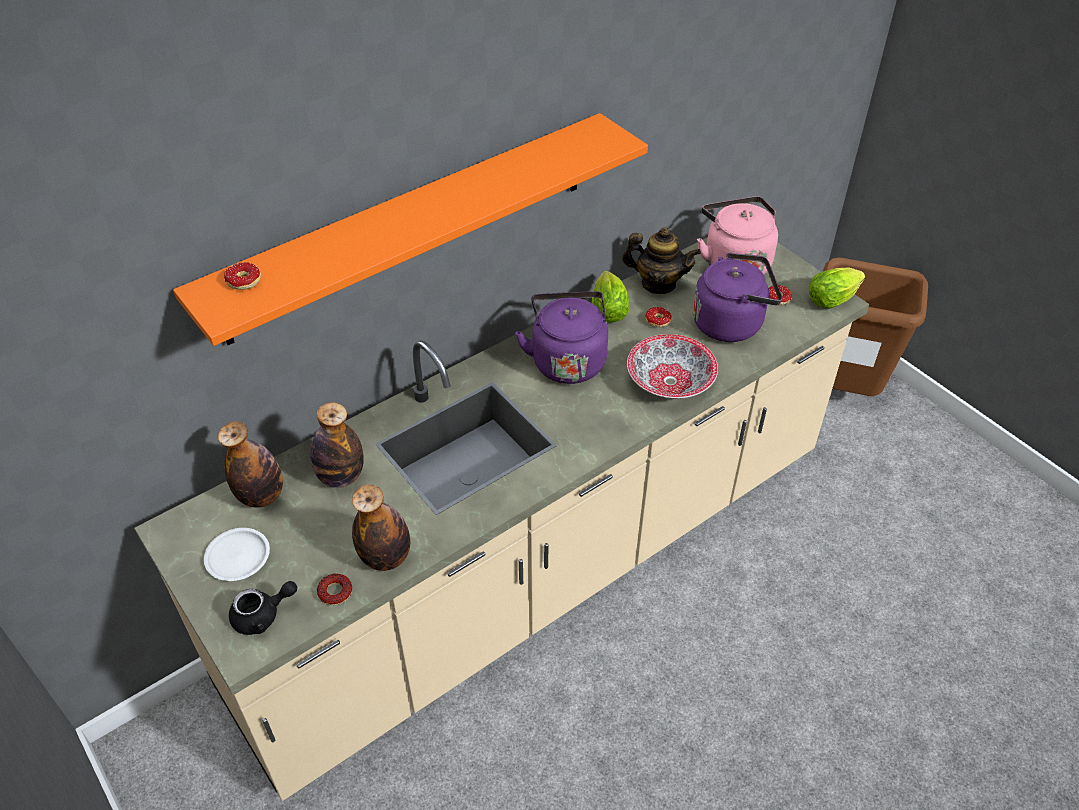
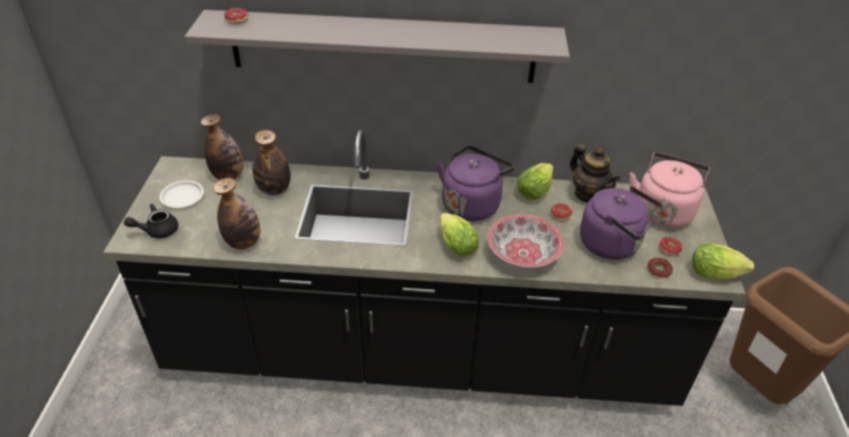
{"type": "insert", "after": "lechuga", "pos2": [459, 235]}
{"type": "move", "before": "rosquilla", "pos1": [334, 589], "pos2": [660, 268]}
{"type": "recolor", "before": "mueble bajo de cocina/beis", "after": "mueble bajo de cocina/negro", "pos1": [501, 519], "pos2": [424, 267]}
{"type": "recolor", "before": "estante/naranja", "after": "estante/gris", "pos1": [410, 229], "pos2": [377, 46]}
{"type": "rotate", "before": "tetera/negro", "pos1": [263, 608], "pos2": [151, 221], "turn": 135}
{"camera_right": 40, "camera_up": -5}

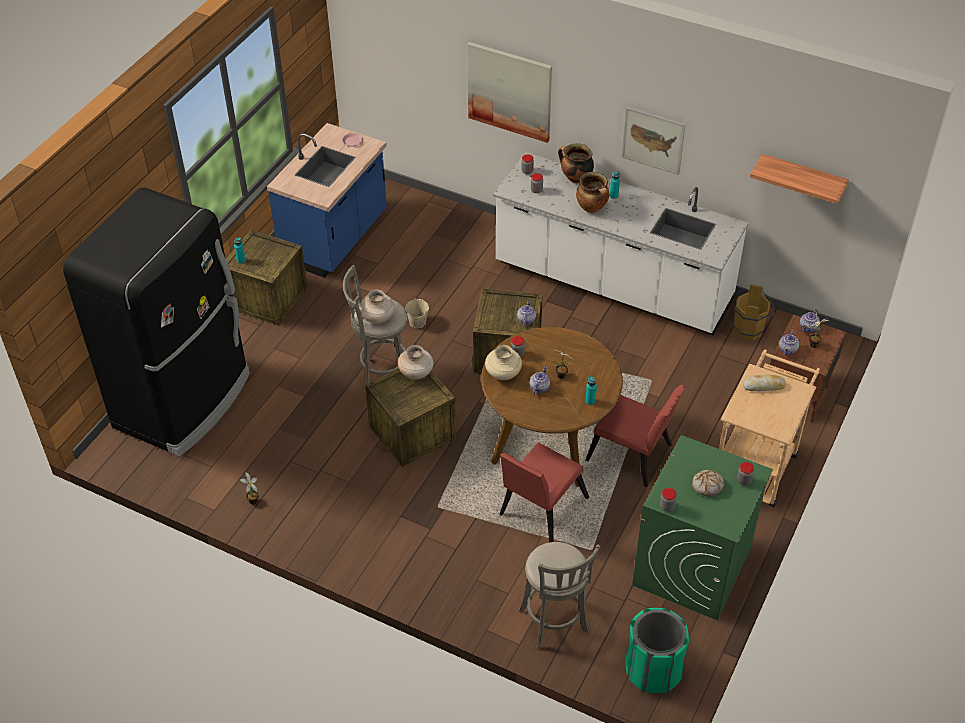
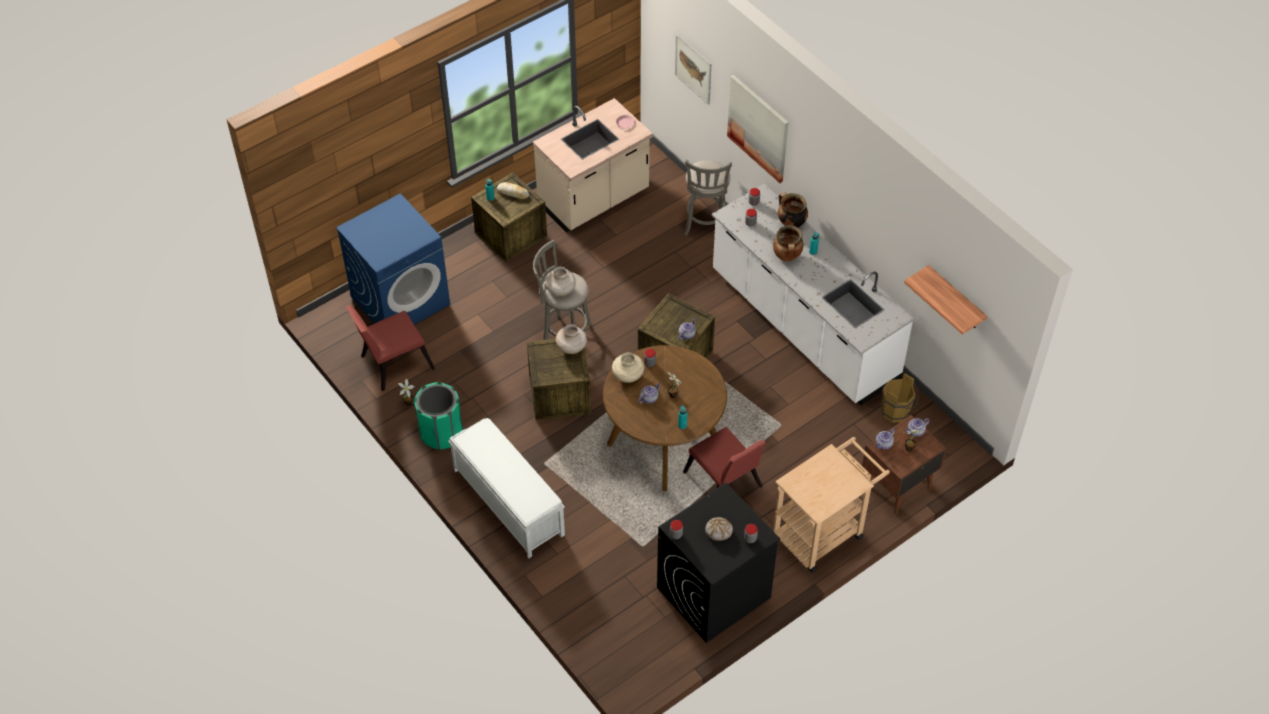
{"type": "delete", "before": "cubo/beis", "pos1": [417, 313]}
{"type": "insert", "after": "banco/blanco", "pos2": [506, 488]}
{"type": "move", "before": "silla/rojo", "pos1": [544, 492], "pos2": [390, 348]}
{"type": "move", "before": "taburete/gris", "pos1": [559, 596], "pos2": [708, 197]}
{"type": "move", "before": "cuadro", "pos1": [653, 141], "pos2": [693, 69]}
{"type": "move", "before": "papelera/verde", "pos1": [657, 650], "pos2": [438, 416]}
{"type": "move", "before": "pan", "pos1": [764, 382], "pos2": [513, 190]}
{"type": "replace", "before": "nevera/negro", "after": "lavadora/azul", "pos1": [156, 322], "pos2": [393, 259]}
{"type": "recolor", "before": "mueble bajo de cocina/azul", "after": "mueble bajo de cocina/beis", "pos1": [327, 200], "pos2": [593, 165]}
{"type": "recolor", "before": "lavadora/verde", "after": "lavadora/negro", "pos1": [702, 528], "pos2": [718, 563]}
{"camera_right": 25, "camera_up": 5}

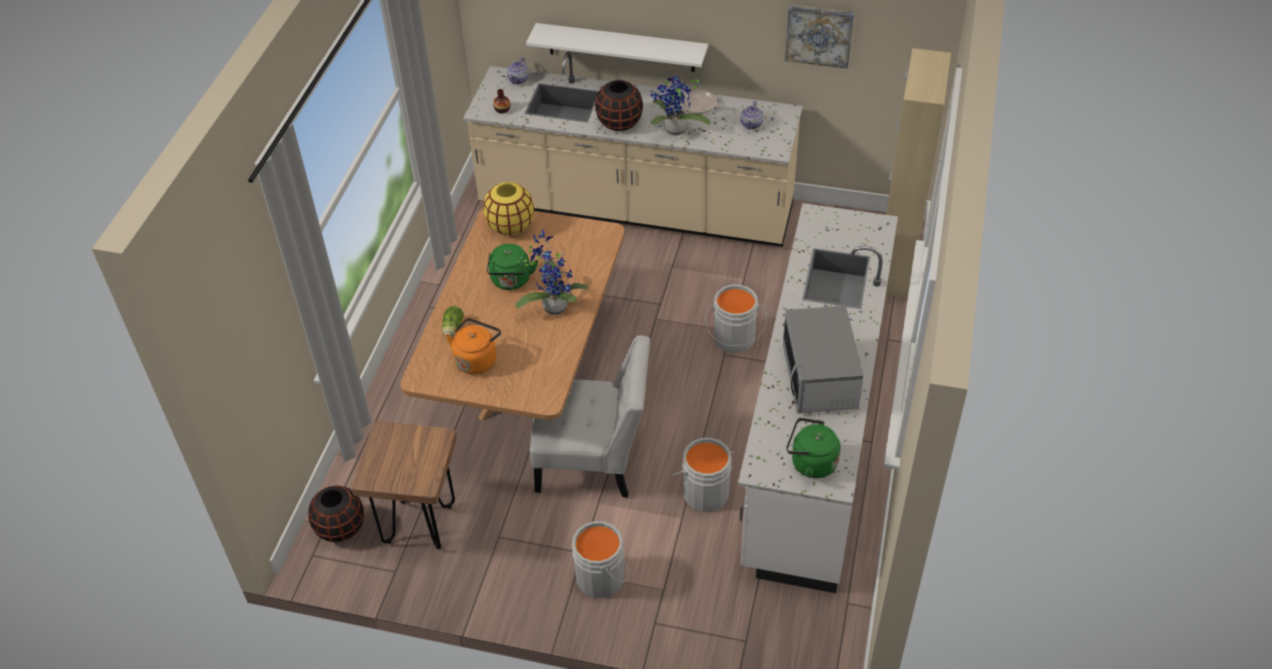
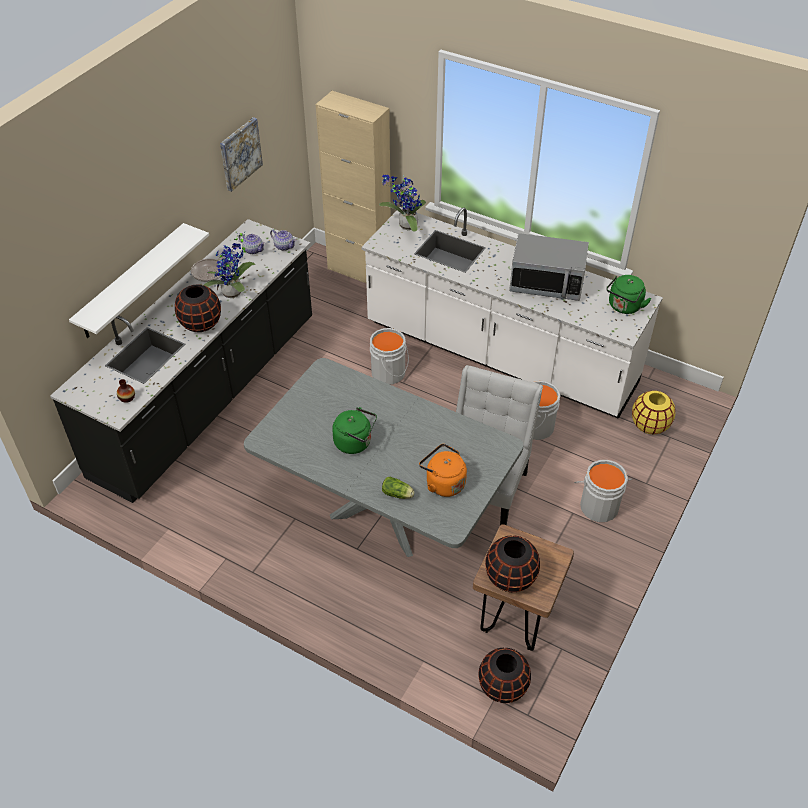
{"type": "insert", "after": "florero/negro", "pos2": [512, 563]}
{"type": "move", "before": "florero/amarillo", "pos1": [508, 208], "pos2": [653, 412]}
{"type": "move", "before": "tetera", "pos1": [518, 70], "pos2": [283, 240]}
{"type": "move", "before": "planta en maceta", "pos1": [551, 272], "pos2": [402, 203]}
{"type": "recolor", "before": "mesa de comedor/marrón", "after": "mesa de comedor/gris", "pos1": [512, 314], "pos2": [383, 457]}
{"type": "recolor", "before": "mueble bajo de cocina/beis", "after": "mueble bajo de cocina/negro", "pos1": [633, 149], "pos2": [181, 361]}
{"camera_right": -75, "camera_up": 0}

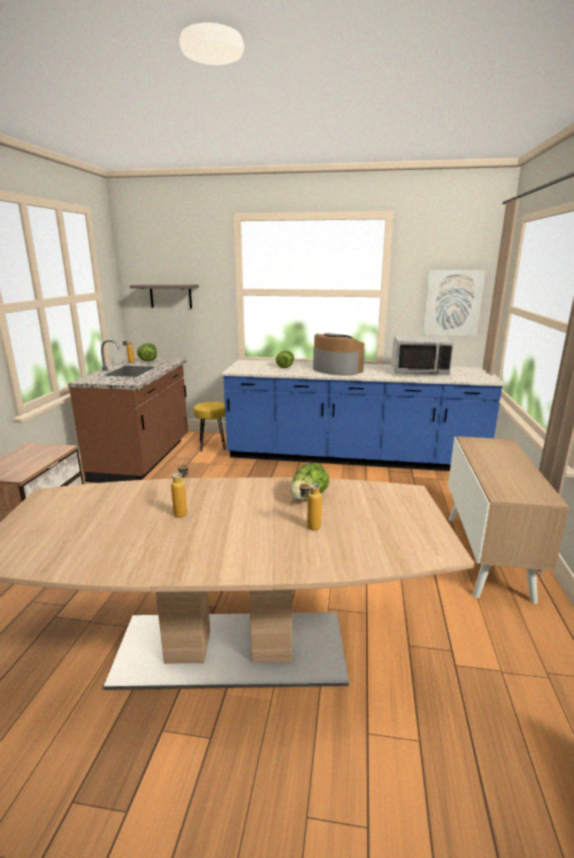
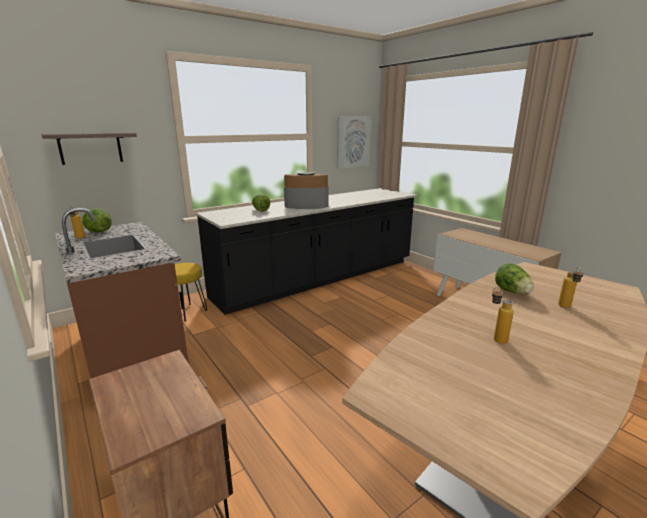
{"type": "delete", "before": "microondas/gris", "pos1": [422, 355]}
{"type": "recolor", "before": "mueble bajo de cocina/azul", "after": "mueble bajo de cocina/negro", "pos1": [363, 415], "pos2": [306, 251]}
{"camera_right": -45, "camera_up": 0}

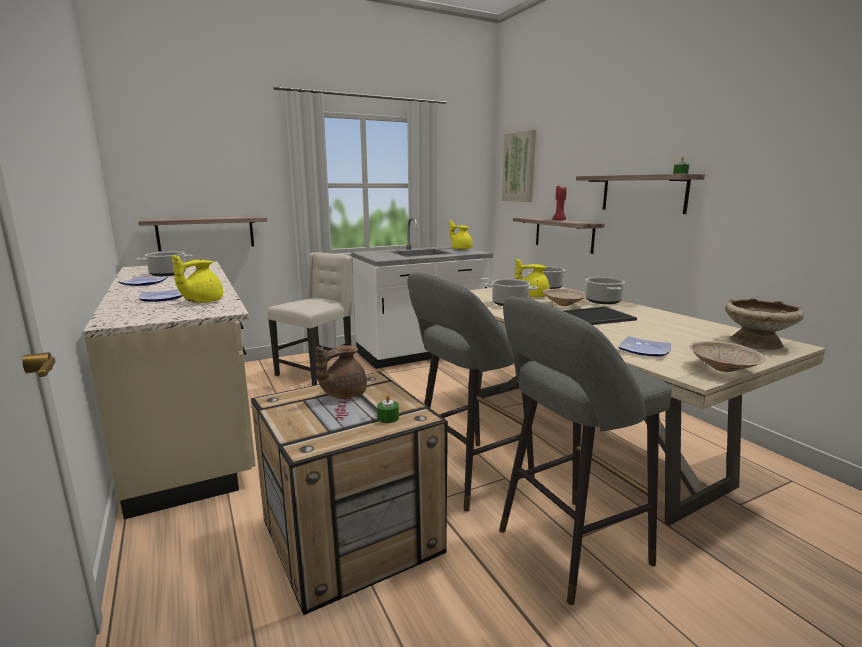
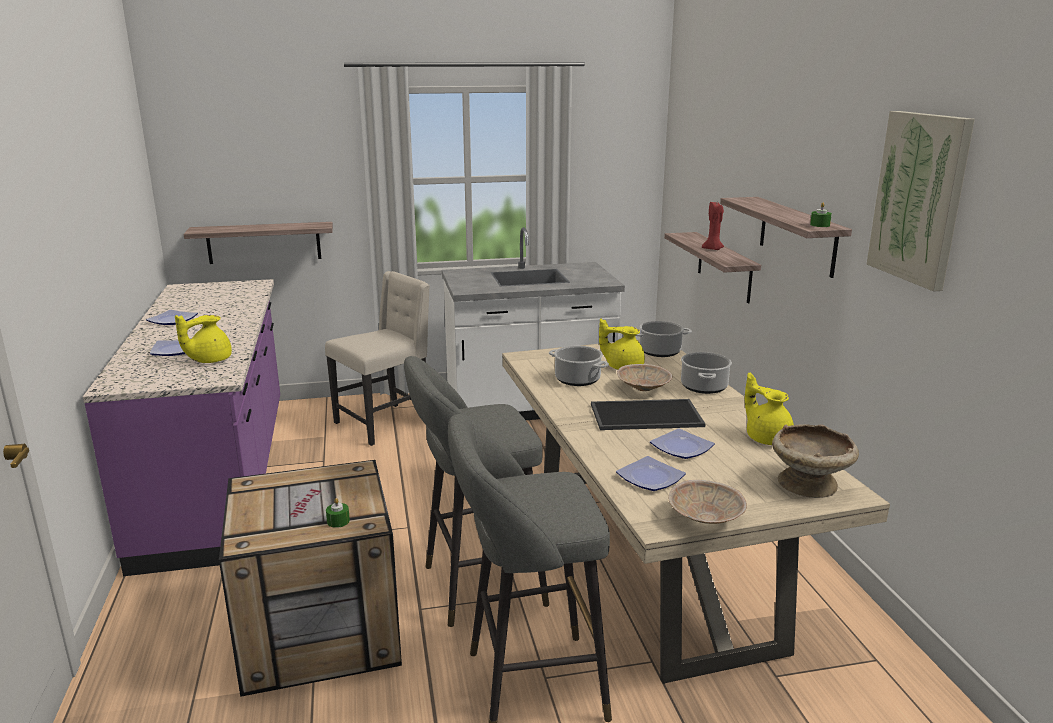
{"type": "delete", "before": "olla", "pos1": [164, 263]}
{"type": "delete", "before": "tetera/marrón", "pos1": [341, 372]}
{"type": "insert", "after": "plato", "pos2": [682, 443]}
{"type": "move", "before": "tetera/amarillo", "pos1": [461, 235], "pos2": [769, 409]}
{"type": "move", "before": "cuadro", "pos1": [519, 166], "pos2": [920, 201]}
{"type": "recolor", "before": "mueble bajo de cocina/beis", "after": "mueble bajo de cocina/morado", "pos1": [169, 390], "pos2": [181, 427]}
{"camera_right": 15, "camera_up": 5}

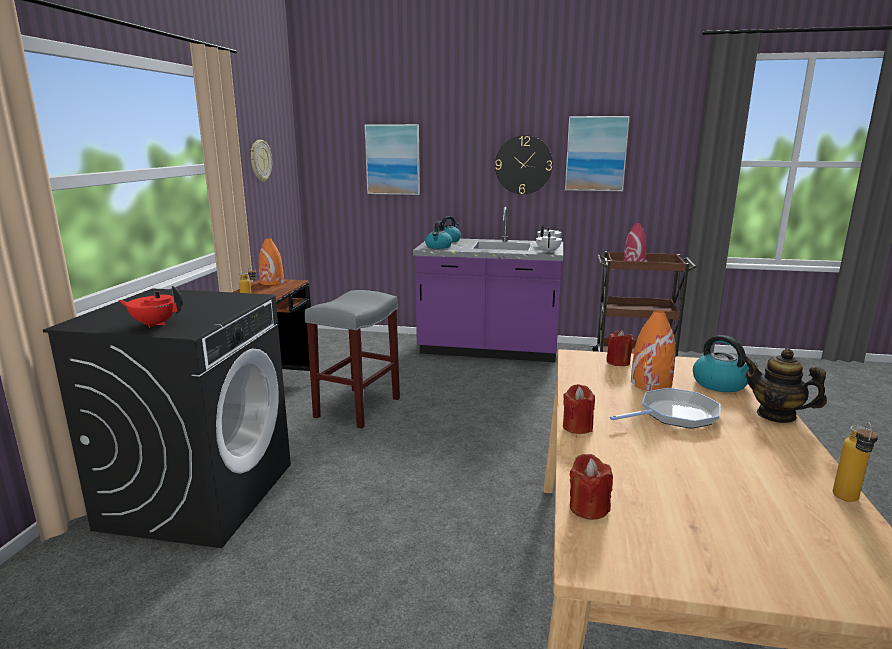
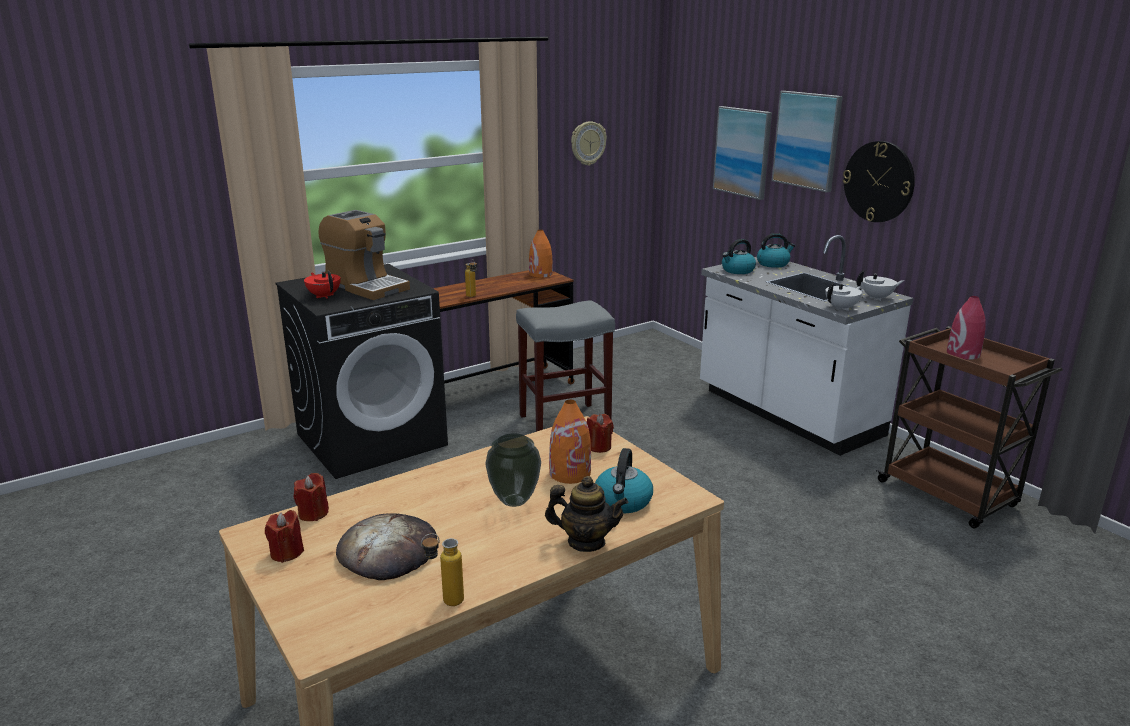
{"type": "insert", "after": "cafetera", "pos2": [364, 255]}
{"type": "insert", "after": "pan", "pos2": [386, 546]}
{"type": "move", "before": "vela/rojo", "pos1": [579, 409], "pos2": [284, 536]}
{"type": "move", "before": "cuadro", "pos1": [597, 153], "pos2": [807, 141]}
{"type": "replace", "before": "sartén", "after": "florero", "pos1": [665, 408], "pos2": [513, 470]}
{"type": "recolor", "before": "mueble bajo de cocina/morado", "after": "mueble bajo de cocina/blanco", "pos1": [488, 284], "pos2": [807, 345]}
{"type": "rotate", "before": "tetera", "pos1": [785, 386], "pos2": [586, 514], "turn": 105}
{"camera_right": 45, "camera_up": 5}

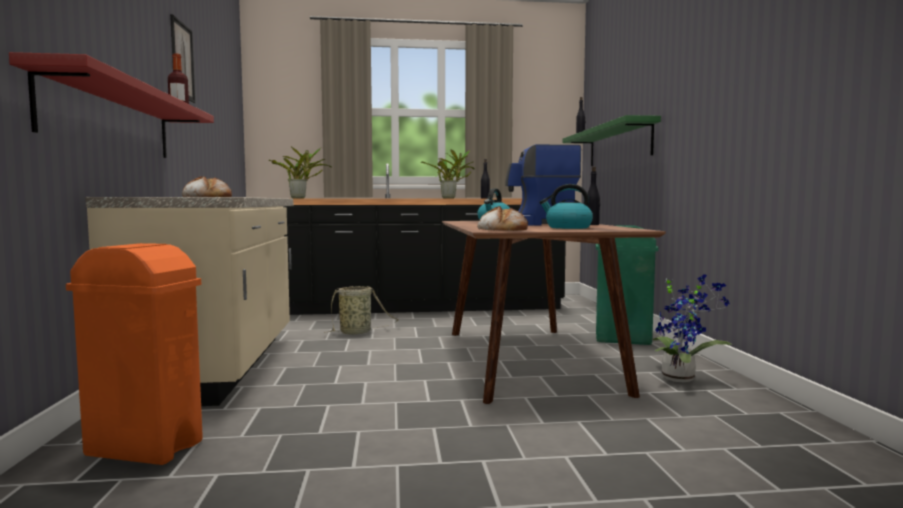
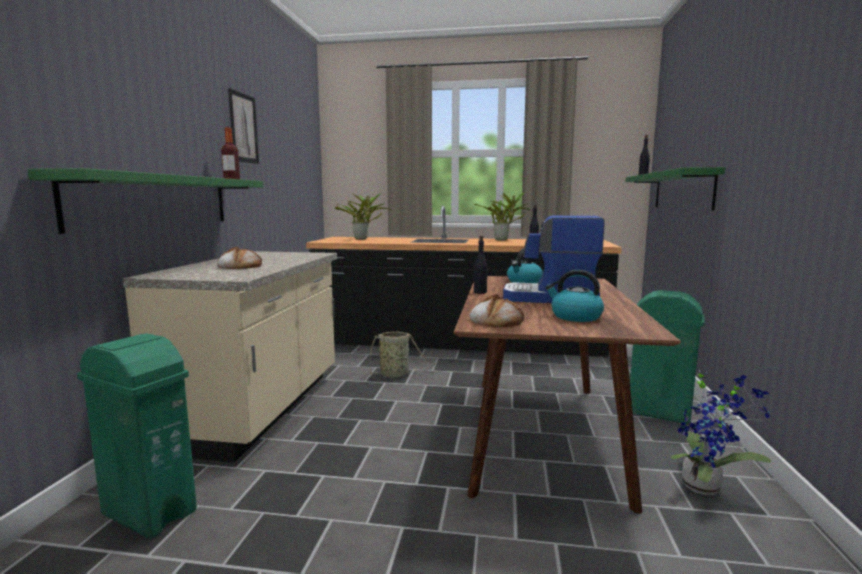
{"type": "move", "before": "botella/negro", "pos1": [593, 195], "pos2": [481, 265]}
{"type": "recolor", "before": "estante/rojo", "after": "estante/verde", "pos1": [111, 105], "pos2": [145, 201]}
{"type": "recolor", "before": "papelera/naranja", "after": "papelera/verde", "pos1": [134, 354], "pos2": [137, 436]}
{"camera_right": 15, "camera_up": 5}

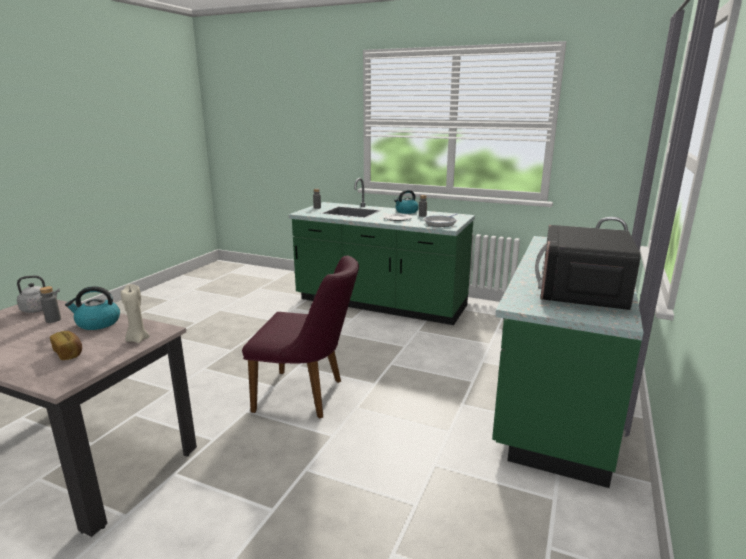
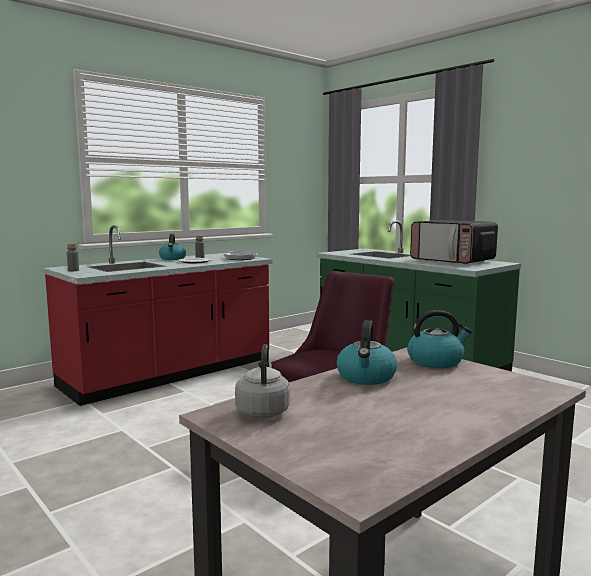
{"type": "delete", "before": "botella/gris", "pos1": [50, 304]}
{"type": "delete", "before": "pan", "pos1": [66, 345]}
{"type": "replace", "before": "vela/beis", "after": "hervidor", "pos1": [135, 313], "pos2": [439, 339]}
{"type": "recolor", "before": "mueble bajo de cocina/verde", "after": "mueble bajo de cocina/rojo", "pos1": [381, 251], "pos2": [158, 315]}
{"camera_right": -65, "camera_up": -10}

